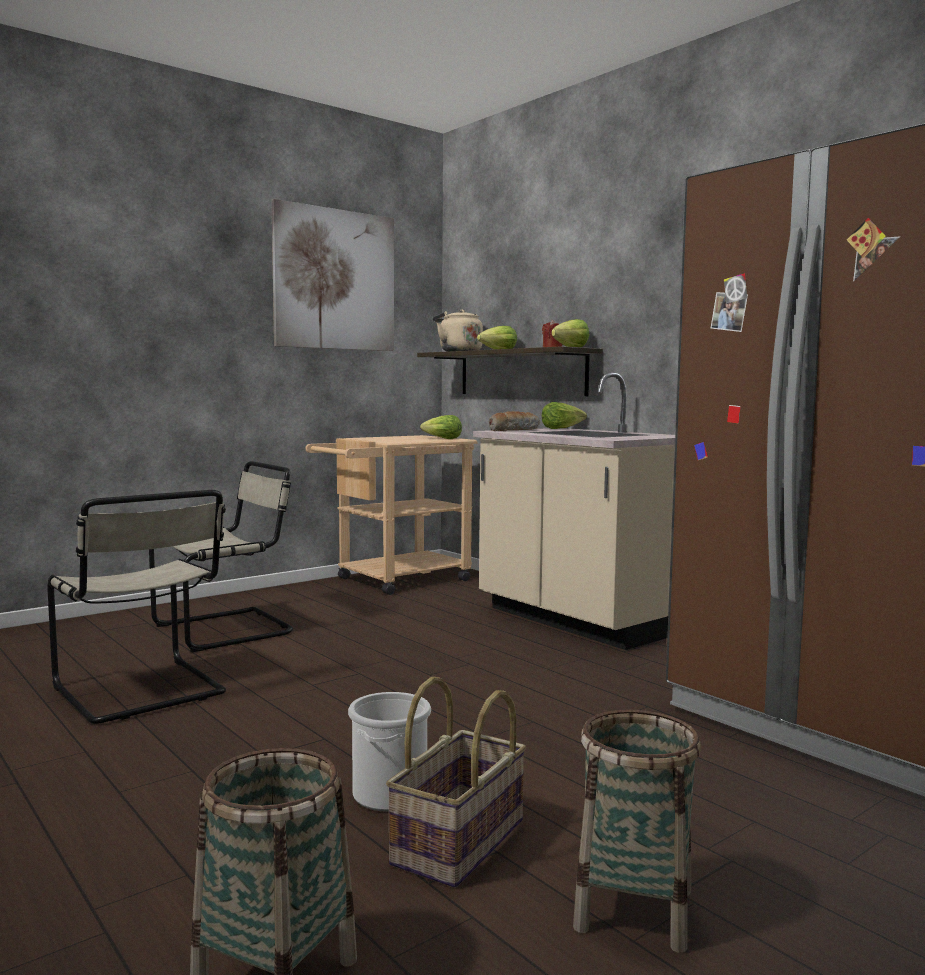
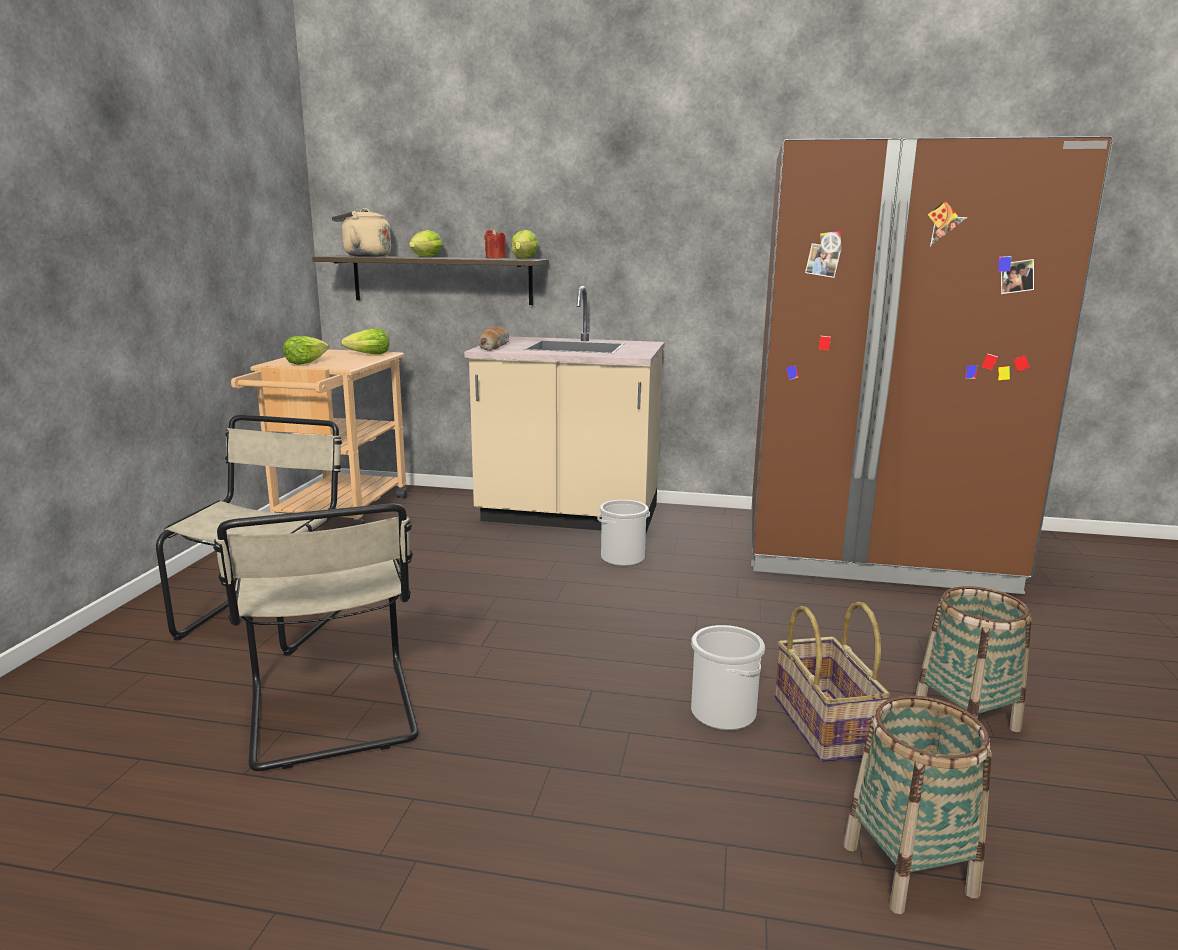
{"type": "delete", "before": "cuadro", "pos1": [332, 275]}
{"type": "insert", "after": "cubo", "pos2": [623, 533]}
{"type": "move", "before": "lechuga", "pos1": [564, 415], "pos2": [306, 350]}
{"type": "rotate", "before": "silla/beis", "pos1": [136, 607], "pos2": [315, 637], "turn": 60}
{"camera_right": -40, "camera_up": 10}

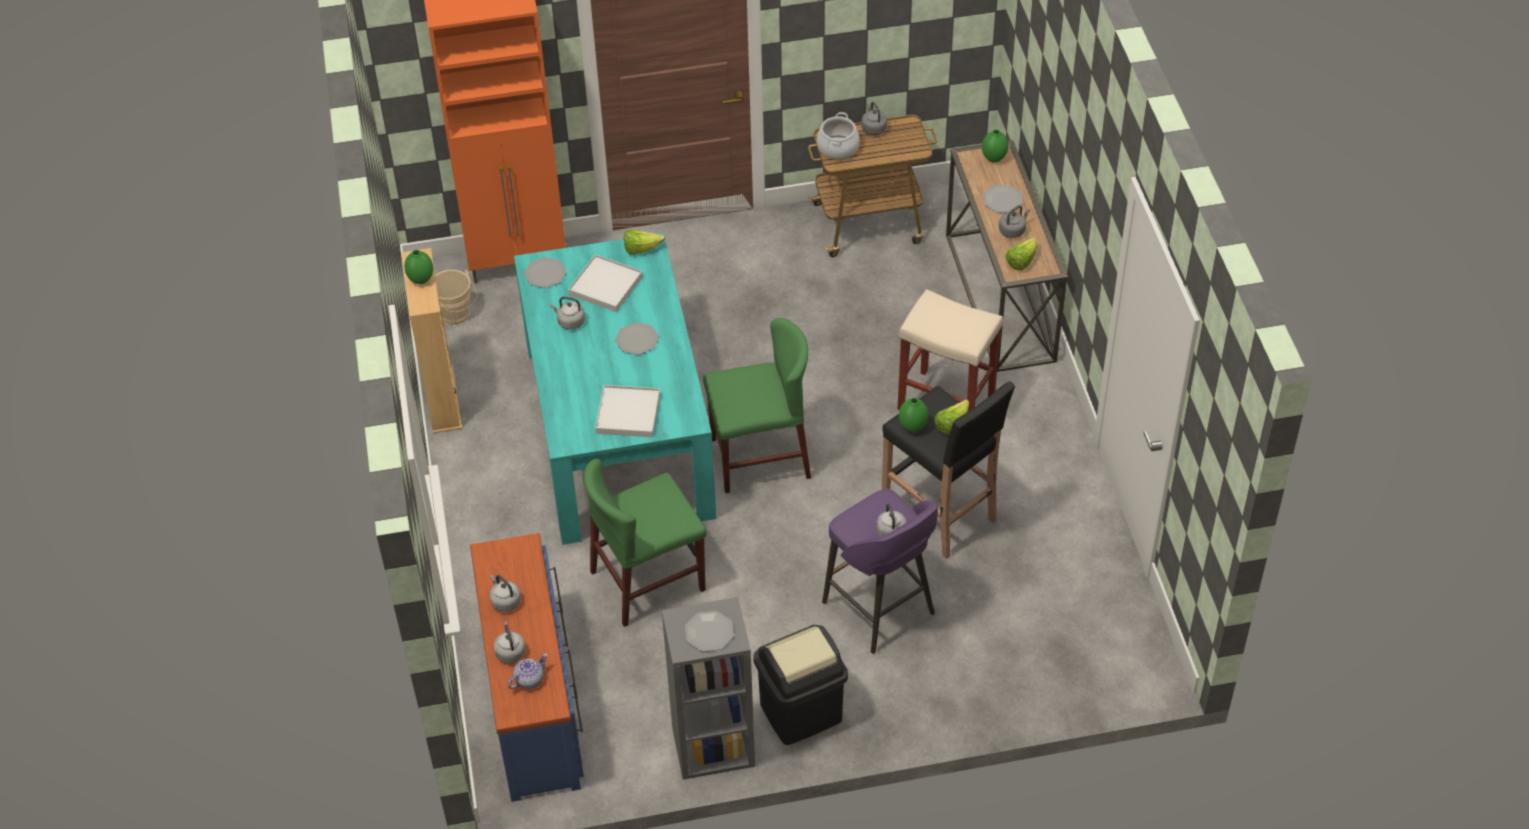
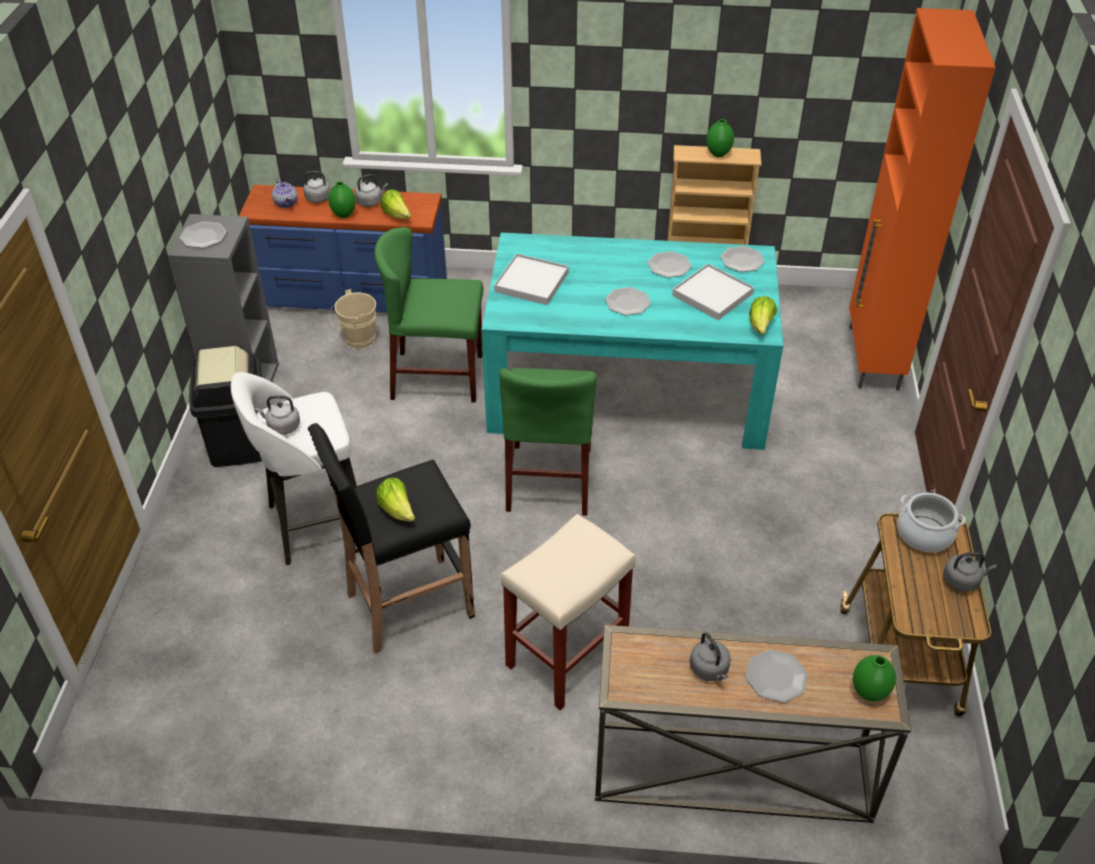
{"type": "move", "before": "cubo/beis", "pos1": [456, 297], "pos2": [352, 319]}
{"type": "move", "before": "florero/verde", "pos1": [913, 415], "pos2": [342, 199]}
{"type": "move", "before": "lechuga", "pos1": [1021, 254], "pos2": [396, 204]}
{"type": "replace", "before": "hervidor/gris", "after": "plato", "pos1": [567, 313], "pos2": [669, 264]}
{"type": "recolor", "before": "taburete/morado", "after": "taburete/blanco", "pos1": [880, 571], "pos2": [294, 468]}
{"type": "rotate", "before": "silla/verde", "pos1": [645, 543], "pos2": [428, 314], "turn": -75}
{"camera_right": 105, "camera_up": -5}

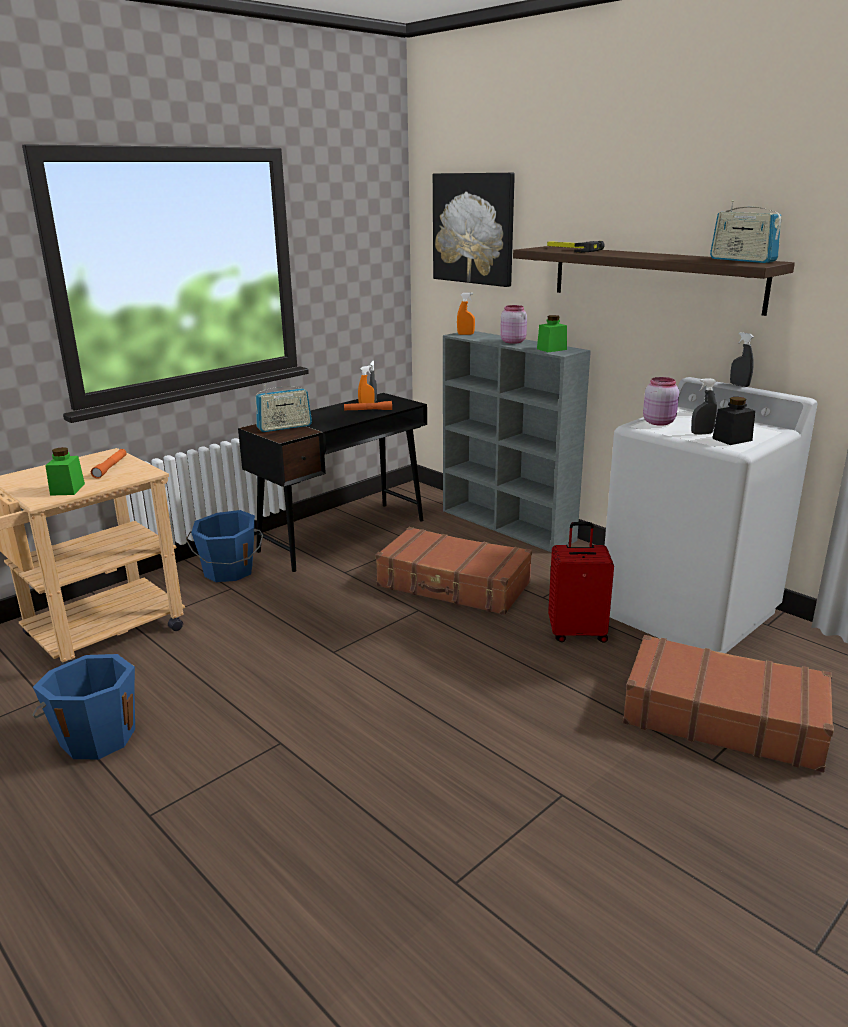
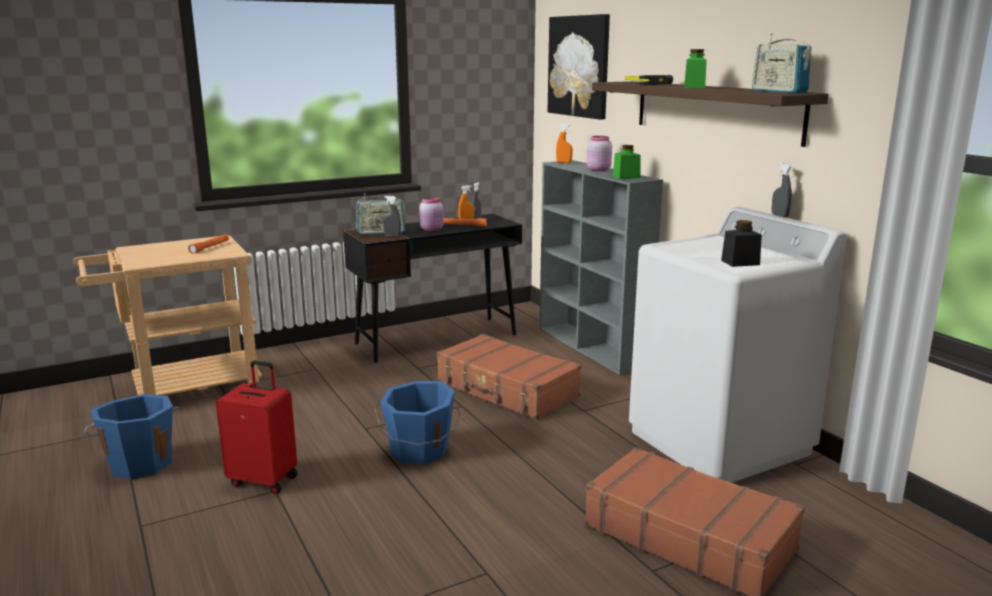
{"type": "move", "before": "tarro/verde", "pos1": [65, 471], "pos2": [695, 68]}
{"type": "move", "before": "cubo/azul", "pos1": [224, 546], "pos2": [418, 422]}
{"type": "move", "before": "maleta/rojo", "pos1": [581, 582], "pos2": [257, 427]}
{"type": "move", "before": "tarro/rosa", "pos1": [661, 401], "pos2": [431, 214]}
{"type": "move", "before": "pulverizador/gris", "pos1": [704, 406], "pos2": [392, 216]}
{"camera_right": 15, "camera_up": -5}

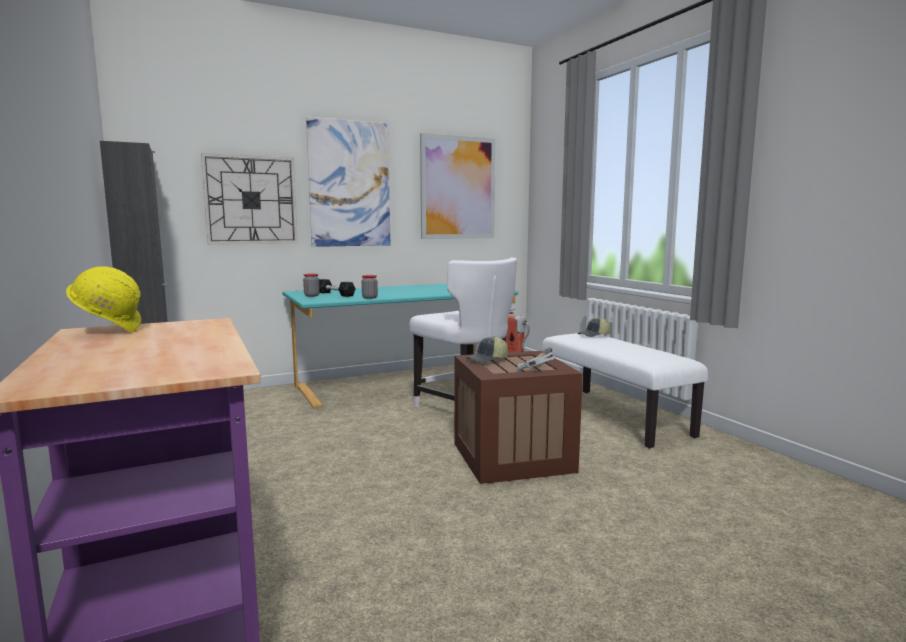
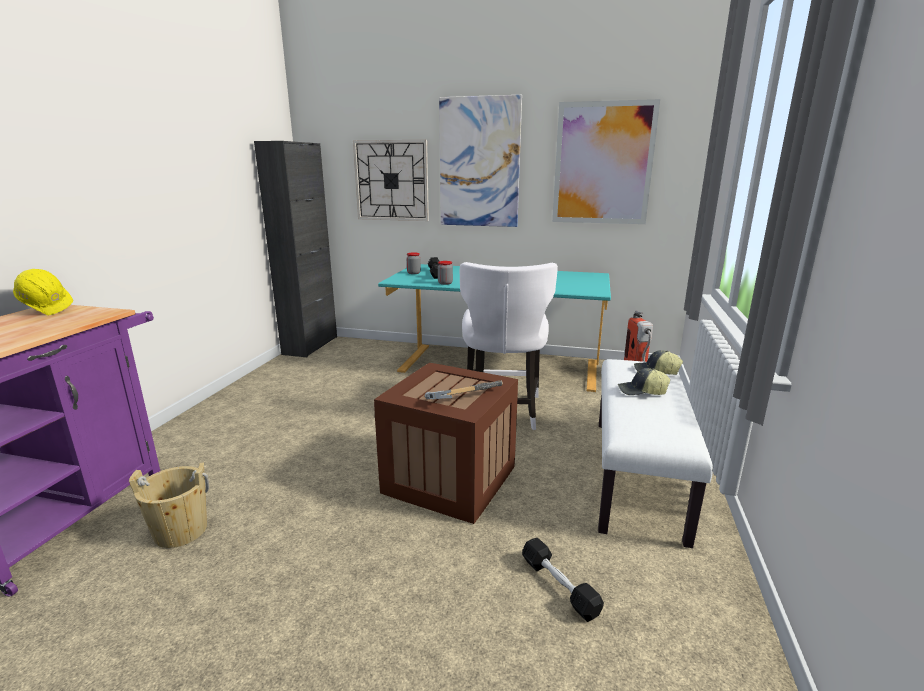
{"type": "insert", "after": "cubo/beis", "pos2": [169, 505]}
{"type": "insert", "after": "mancuerna/negro", "pos2": [563, 580]}
{"type": "move", "before": "gorra", "pos1": [487, 349], "pos2": [644, 381]}
{"camera_right": 40, "camera_up": 10}

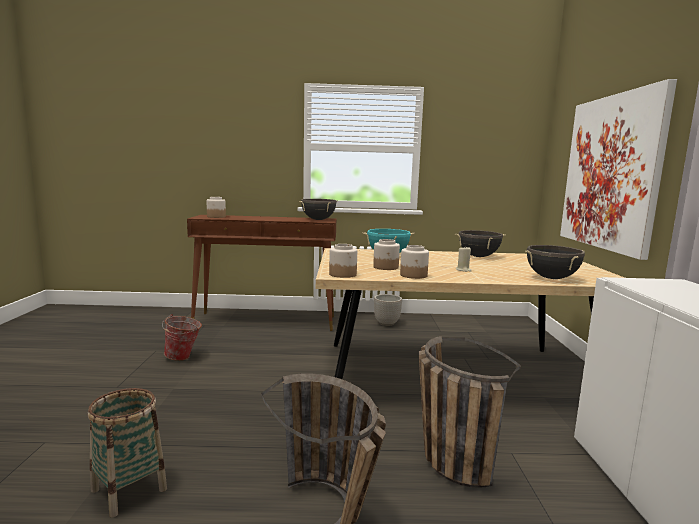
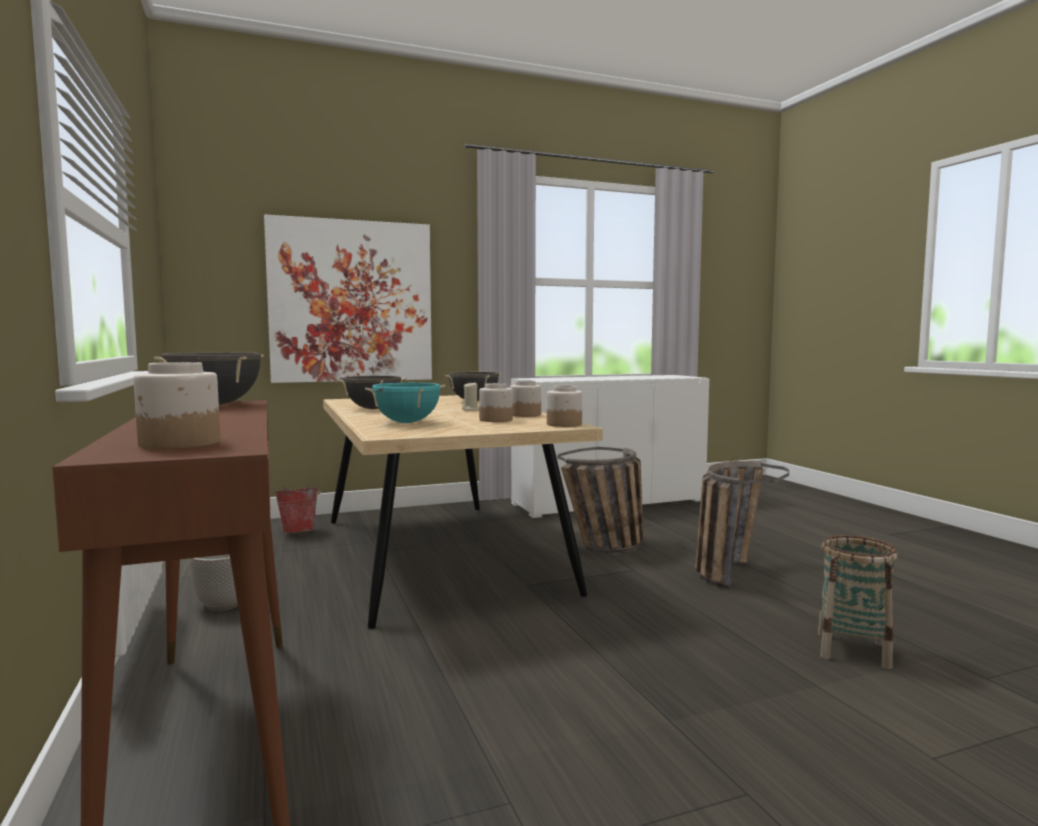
{"type": "move", "before": "cubo", "pos1": [182, 337], "pos2": [297, 510]}
{"camera_right": -110, "camera_up": -5}

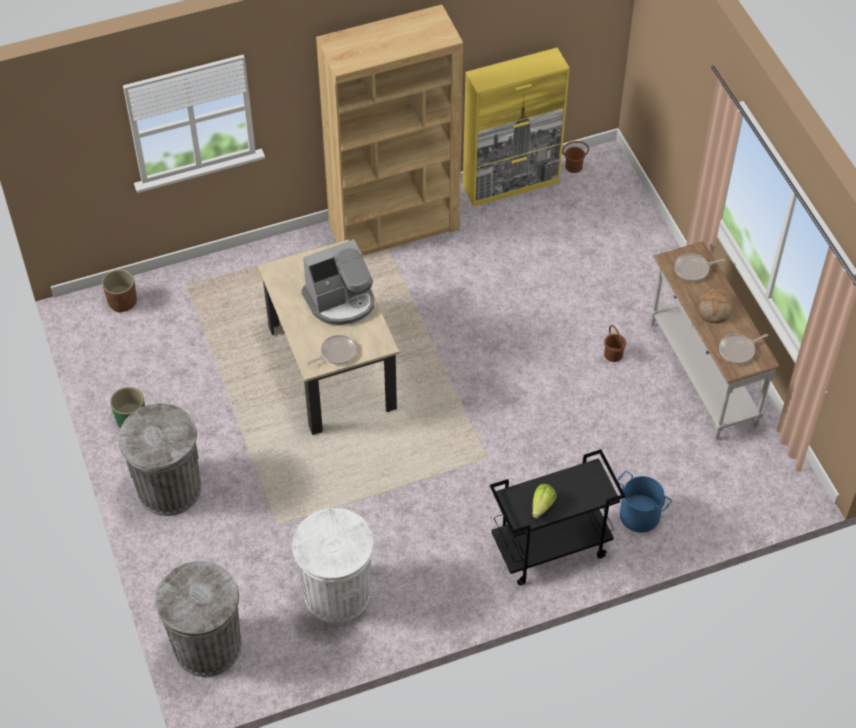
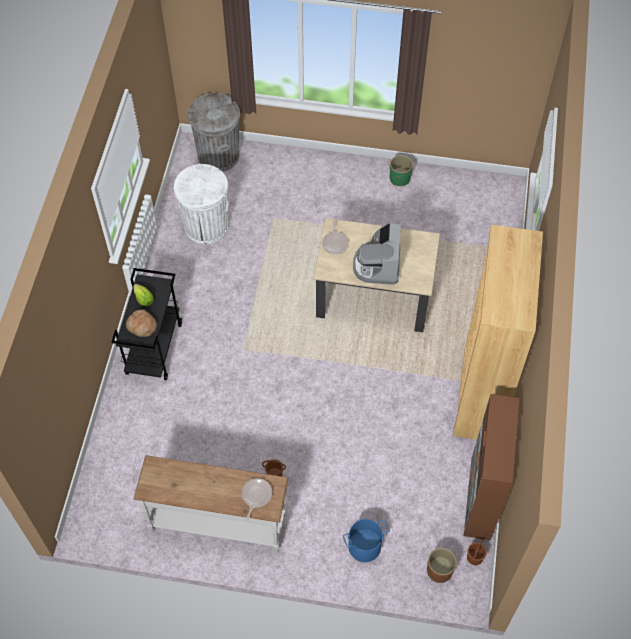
{"type": "delete", "before": "papelera/gris", "pos1": [160, 459]}
{"type": "delete", "before": "sartén", "pos1": [743, 349]}
{"type": "move", "before": "maceta/marrón", "pos1": [119, 291], "pos2": [442, 565]}
{"type": "move", "before": "cubo/azul", "pos1": [644, 502], "pos2": [366, 540]}
{"type": "move", "before": "pan", "pos1": [714, 305], "pos2": [141, 323]}
{"type": "recolor", "before": "armario/amarillo", "after": "armario/marrón", "pos1": [516, 127], "pos2": [491, 467]}
{"camera_right": 120, "camera_up": 5}

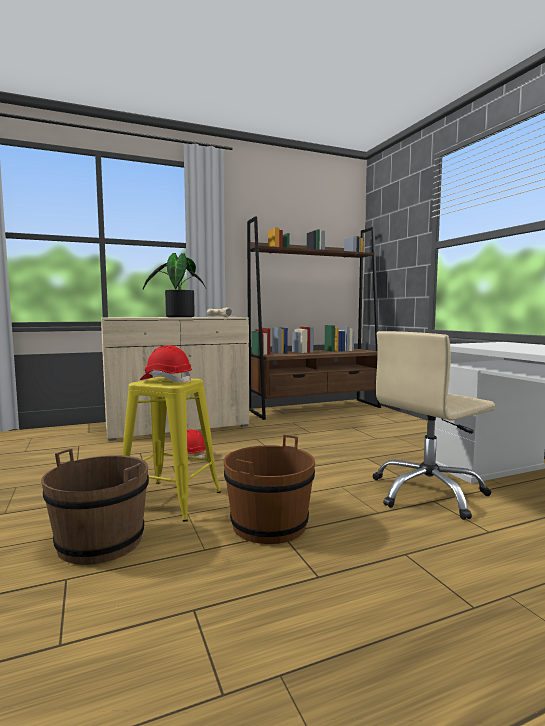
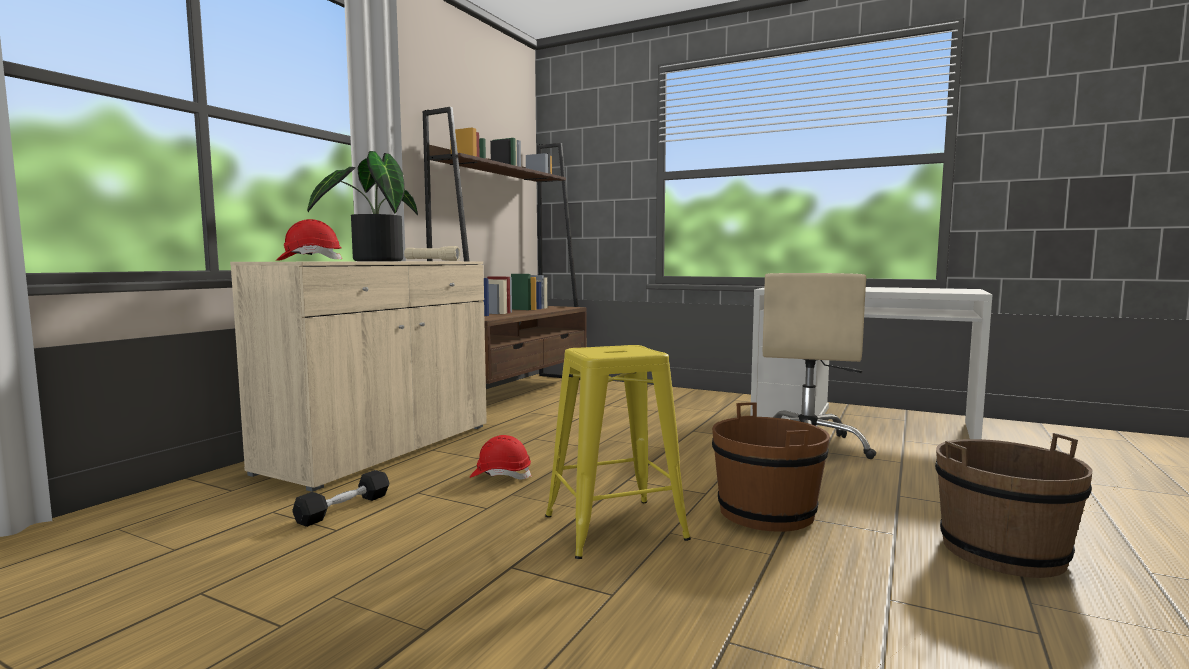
{"type": "insert", "after": "mancuerna/negro", "pos2": [341, 498]}
{"type": "move", "before": "cubo/marrón", "pos1": [95, 506], "pos2": [1014, 505]}
{"type": "move", "before": "casco/rojo", "pos1": [166, 364], "pos2": [309, 240]}
{"camera_right": -40, "camera_up": 0}

